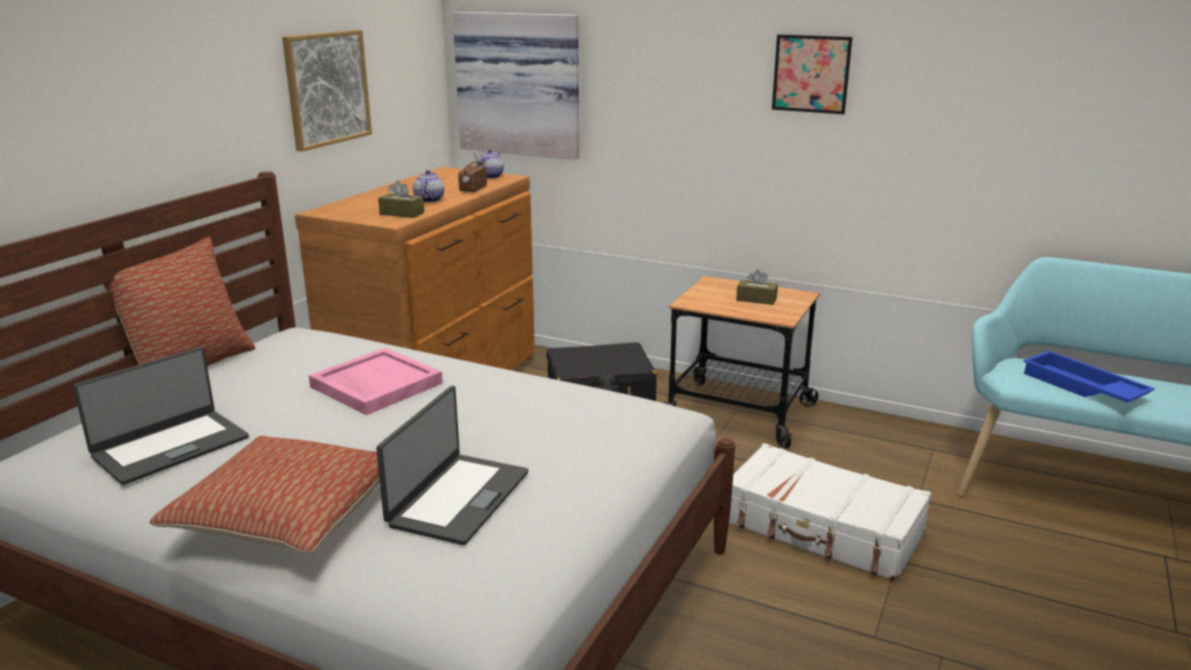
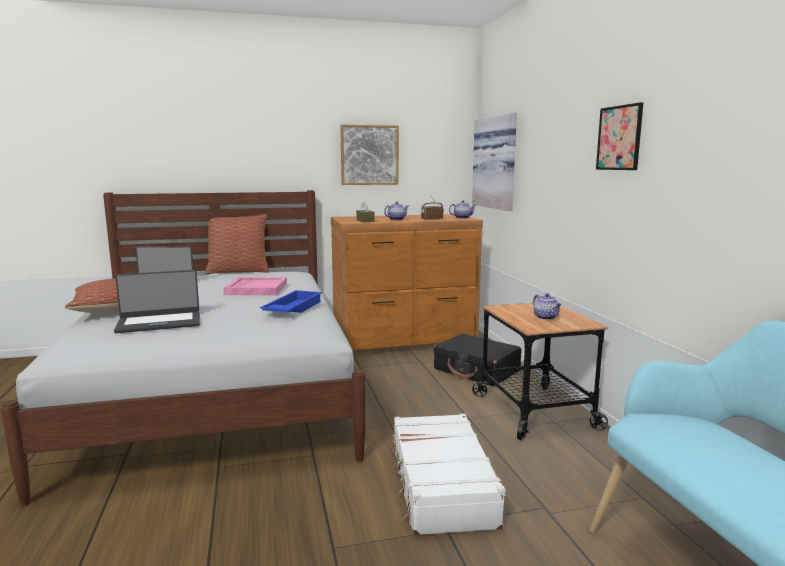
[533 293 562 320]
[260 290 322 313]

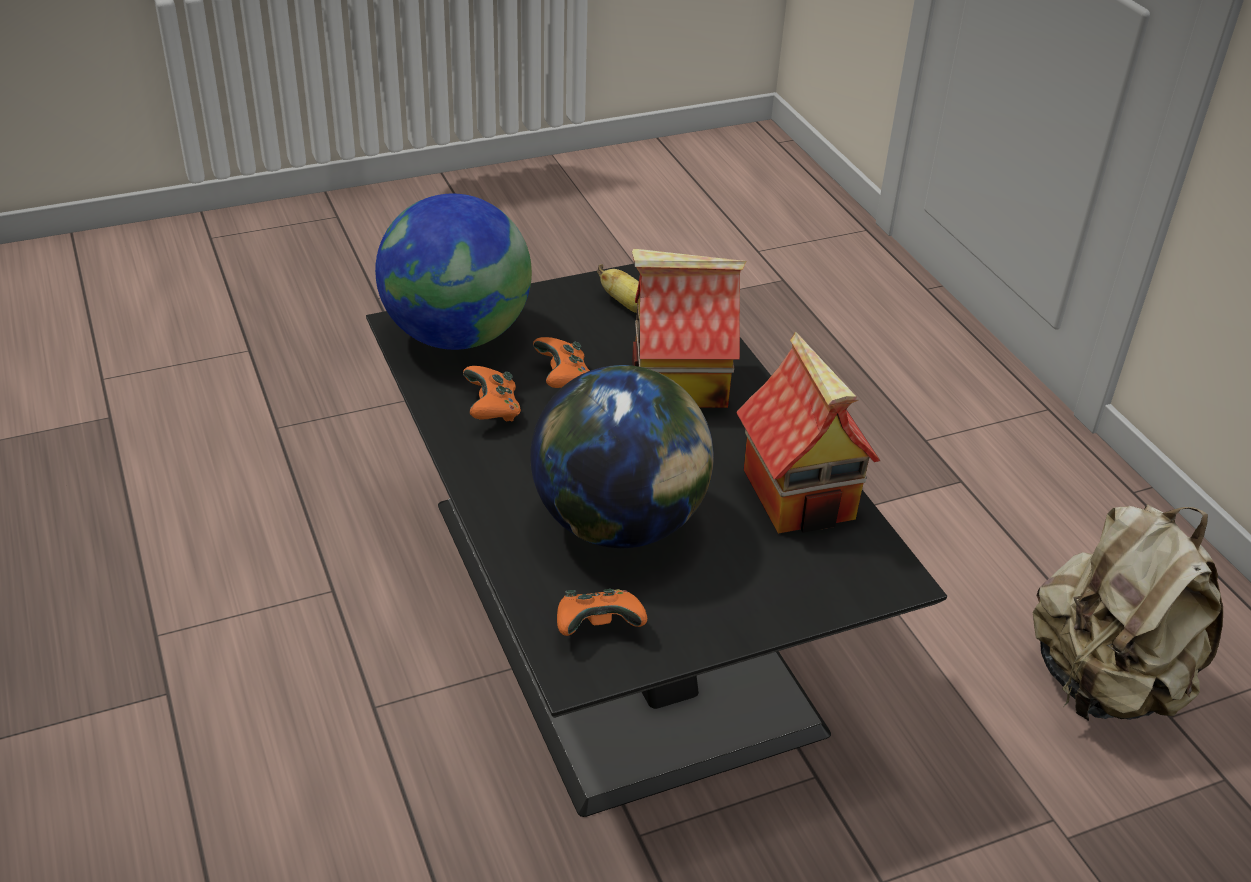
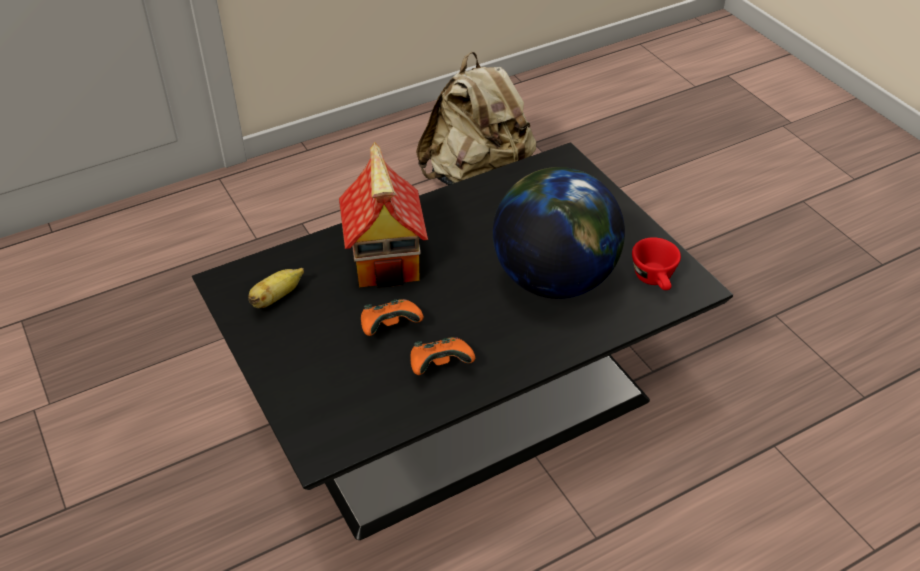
[375 194 532 350] (first image)
[736 331 880 534] (first image)
[632 237 681 290]

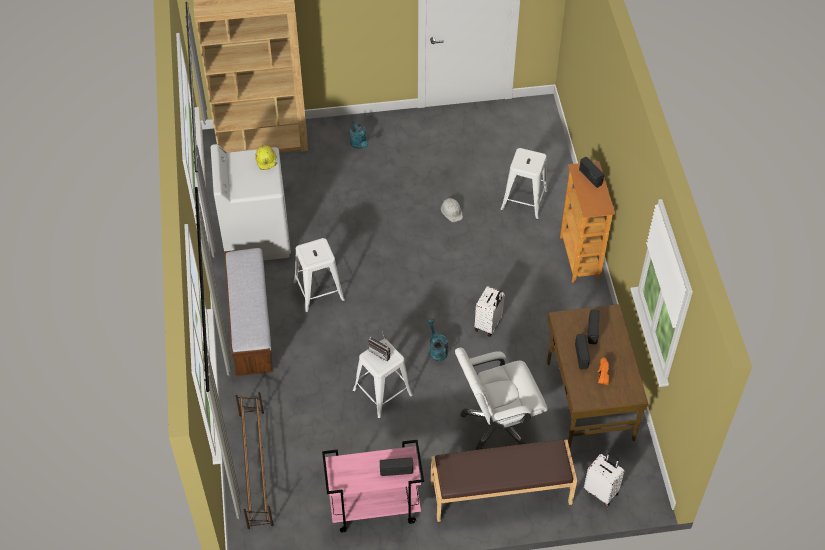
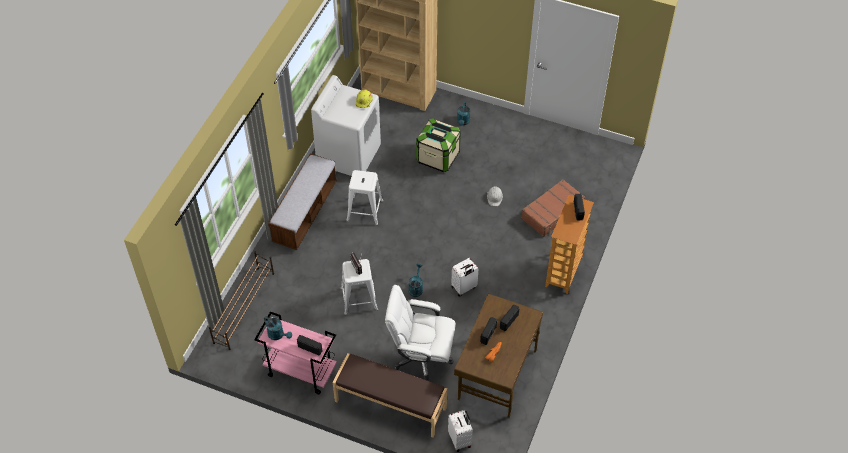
[521 179 585 237]
[416 118 461 172]
[264 316 292 340]

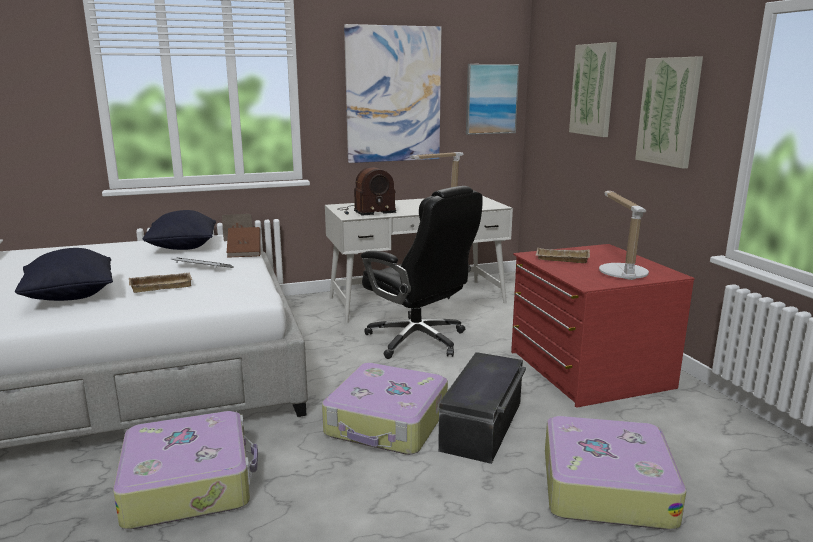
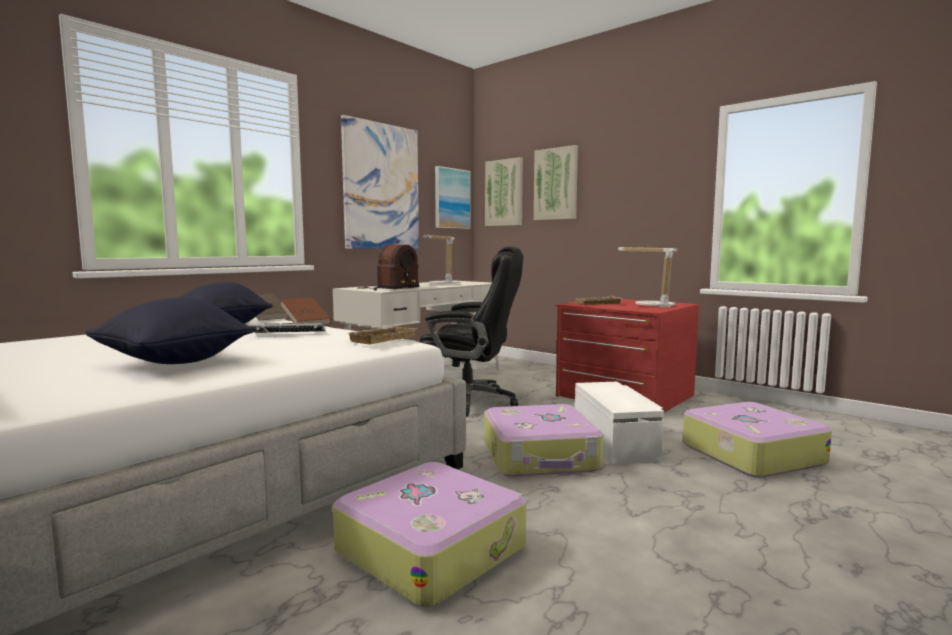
[485 157 523 226]
[349 327 418 344]
[575 382 664 464]

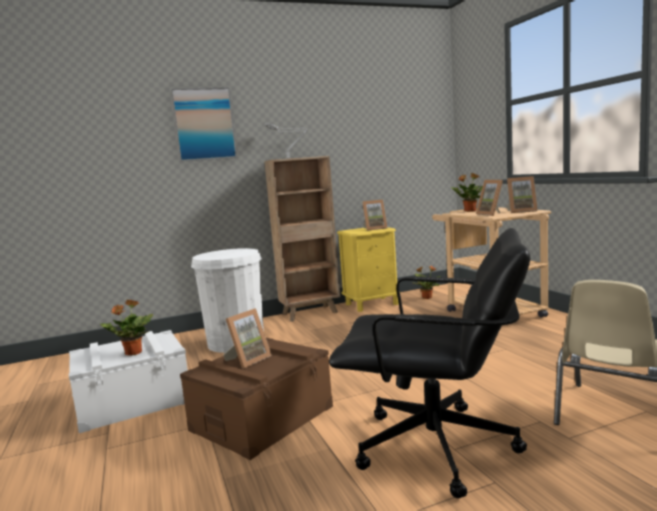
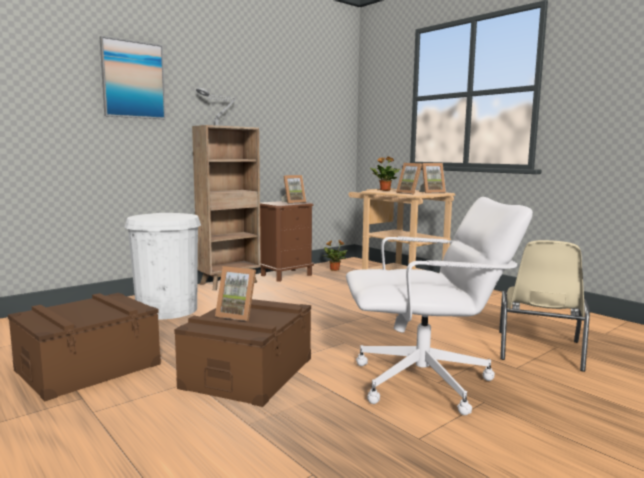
[260 201 314 282]
[346 197 533 415]
[100 300 153 356] (first image)
[215 266 256 321]
[8 293 161 402]

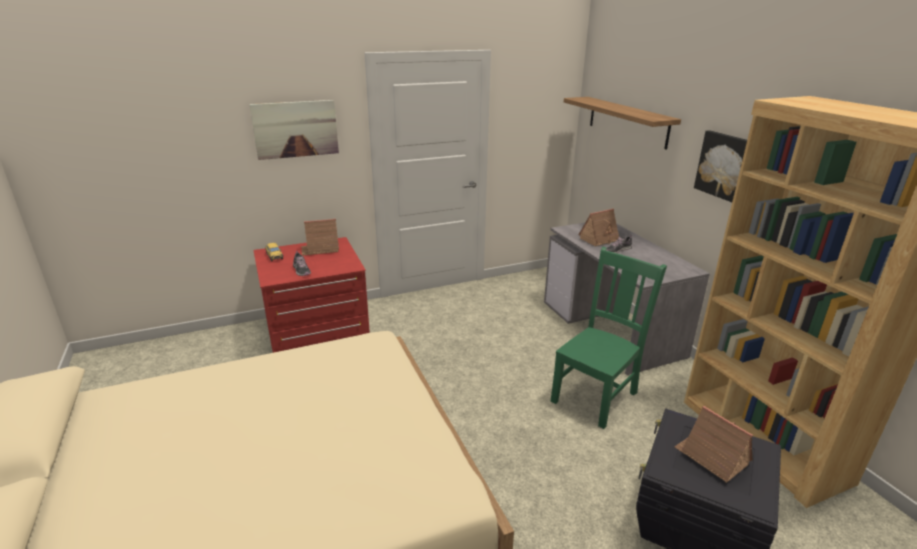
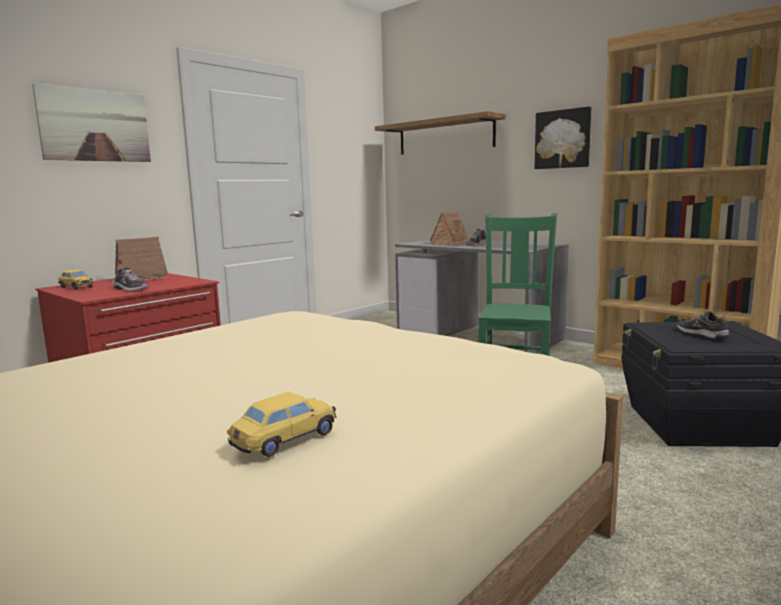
[677 311 730 340]
[227 392 336 457]

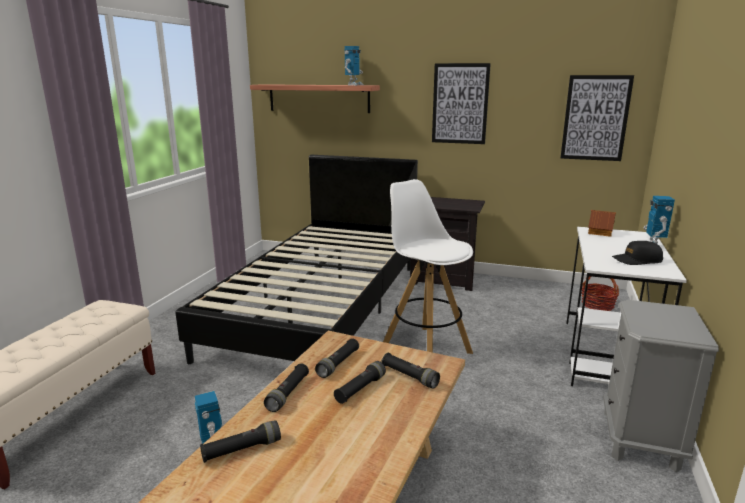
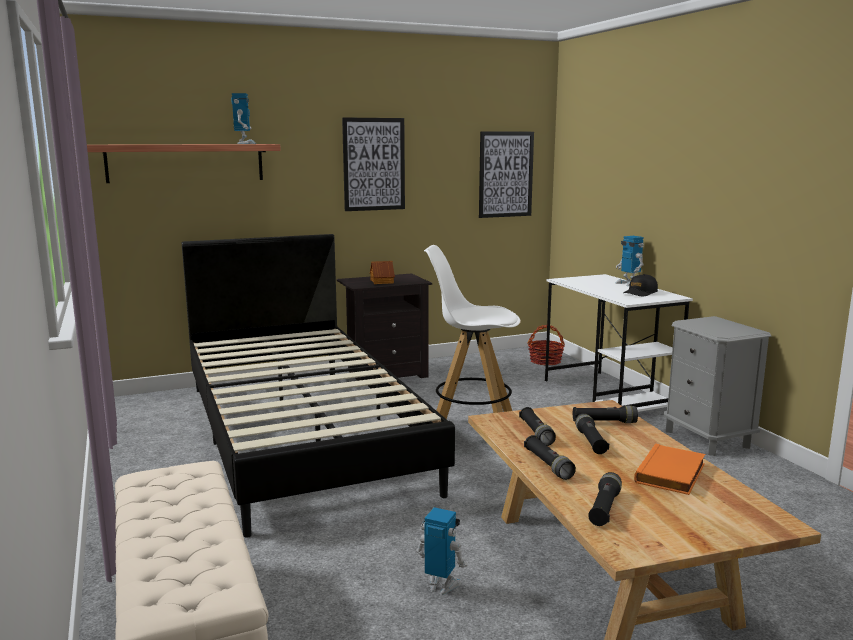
[370 261 395 284]
[634 444 705 495]

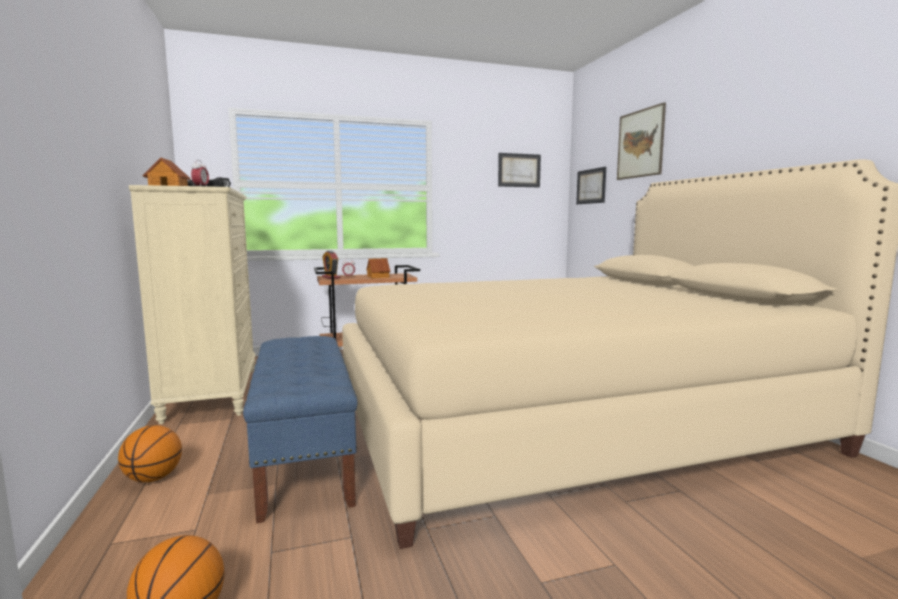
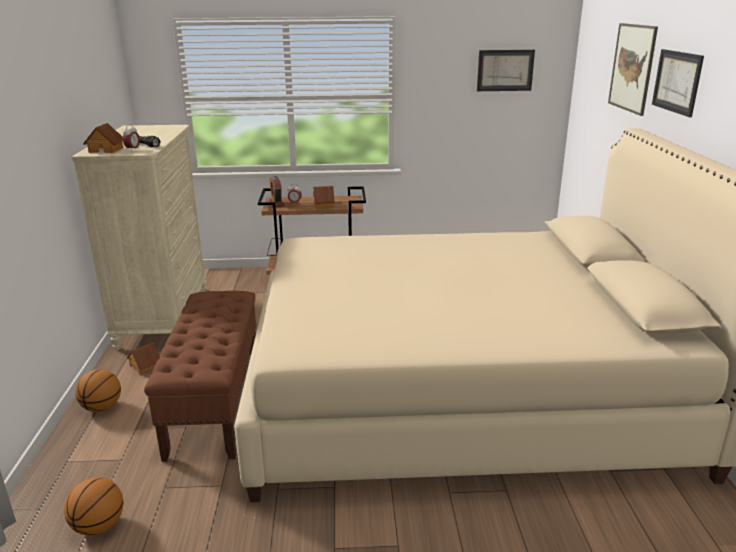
[652 49 704 117]
[144 291 256 462]
[127 342 160 375]

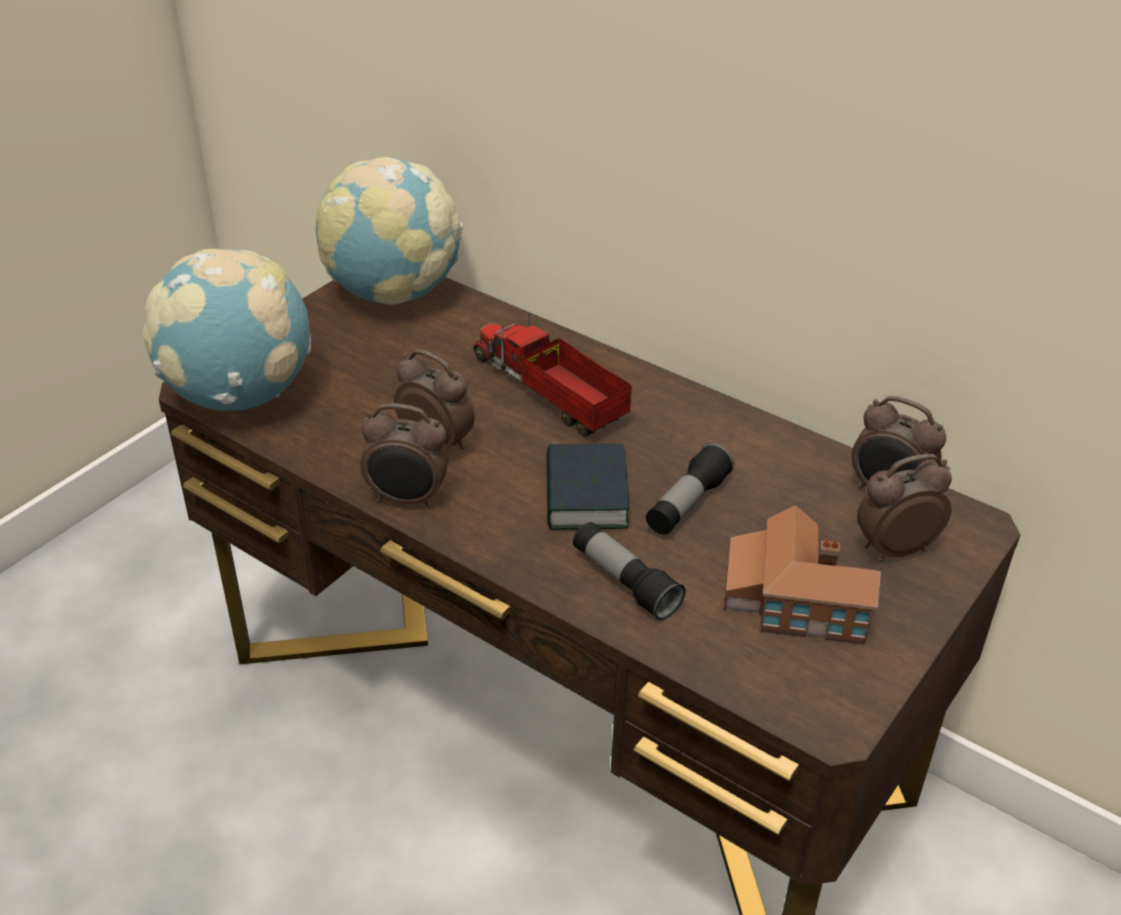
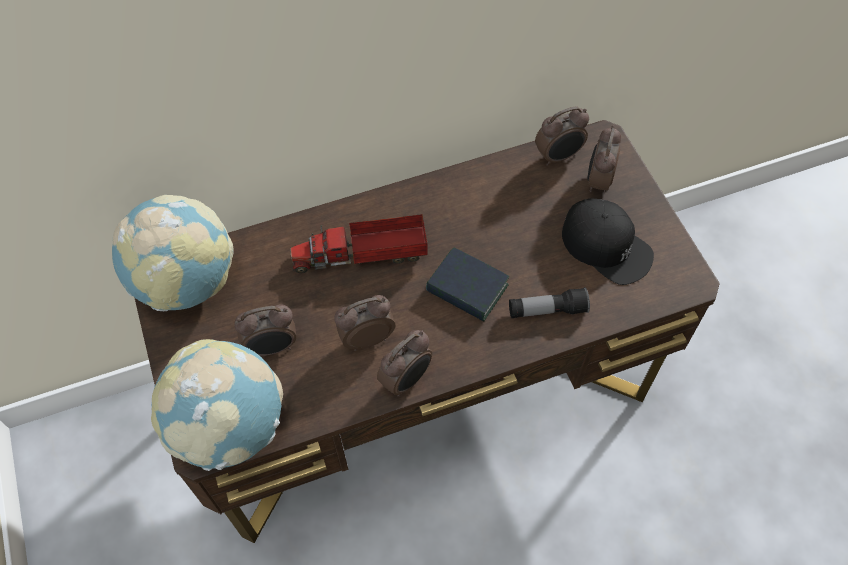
[646 443 734 535] (first image)
[562 199 654 285]
[234 304 296 356]

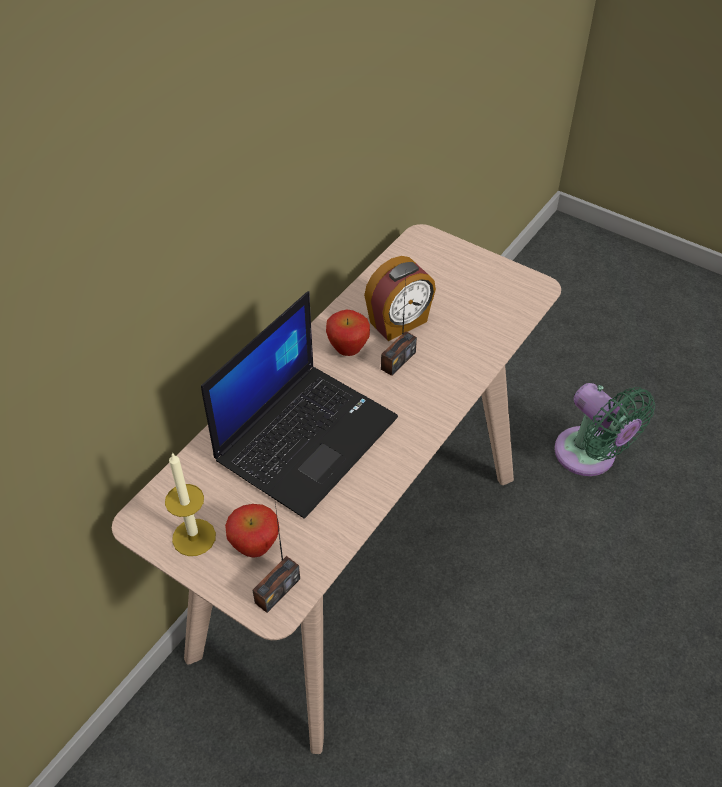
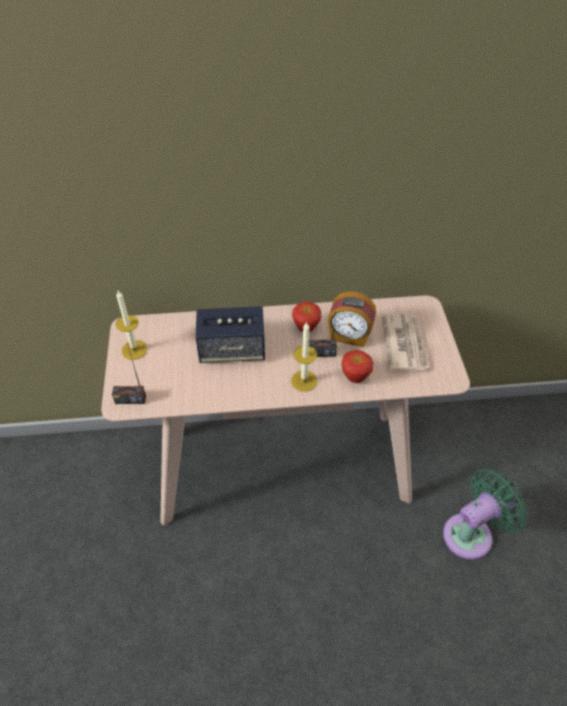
[195 306 265 363]
[443 468 528 560]
[341 350 373 383]
[382 314 430 371]
[291 322 317 392]

